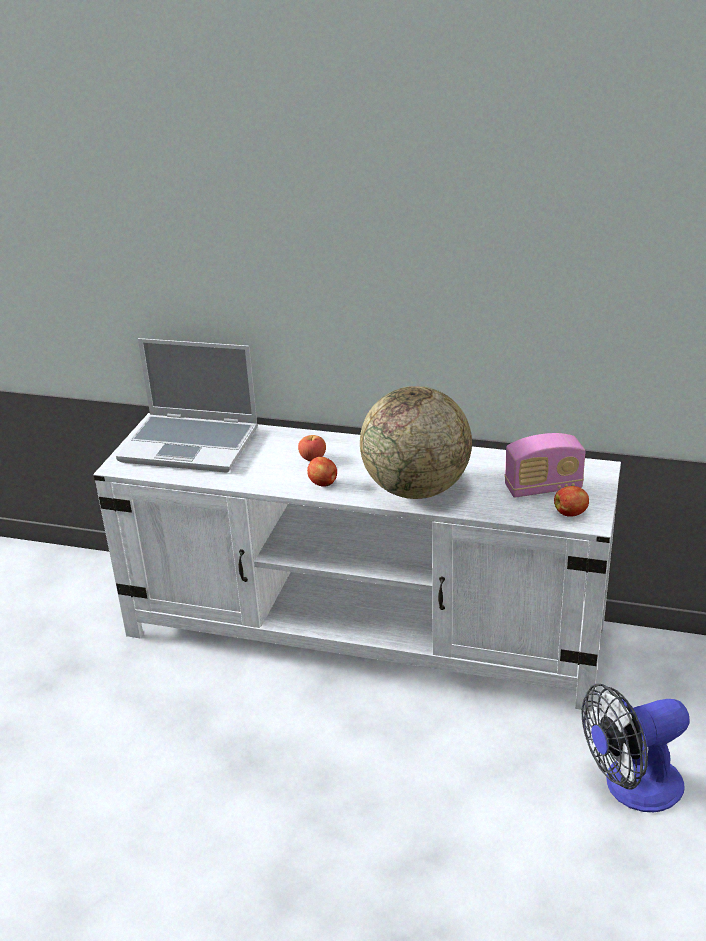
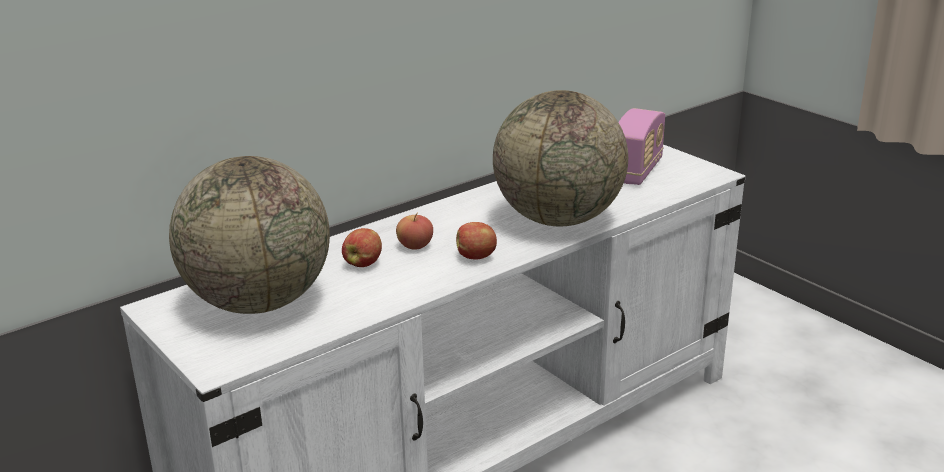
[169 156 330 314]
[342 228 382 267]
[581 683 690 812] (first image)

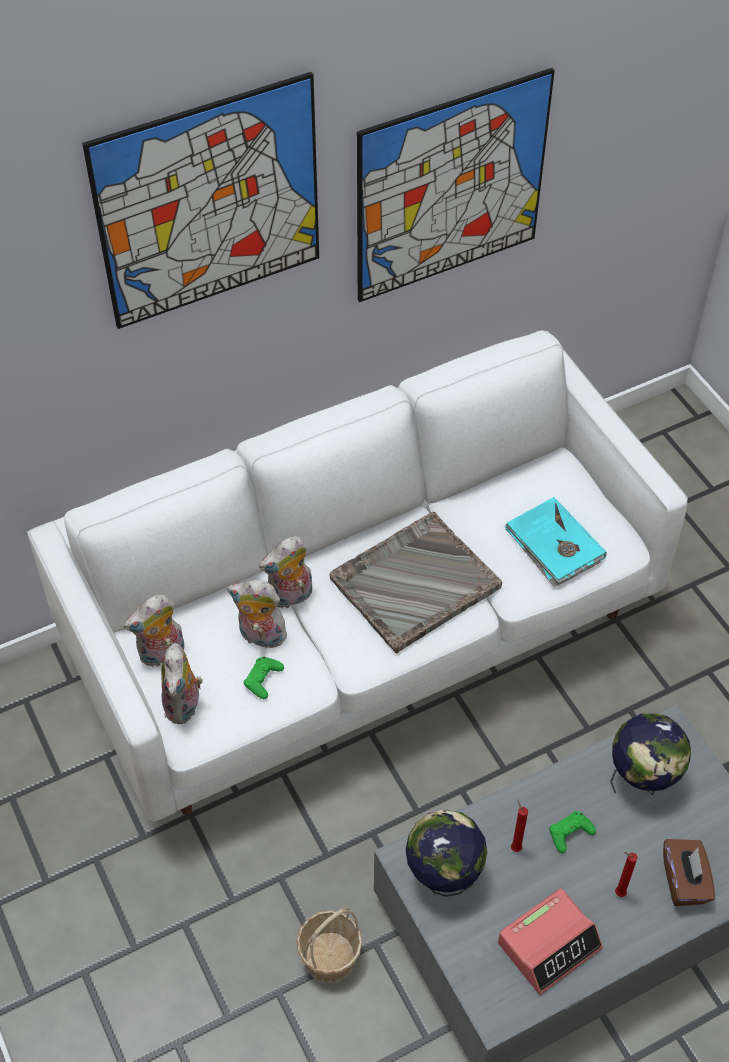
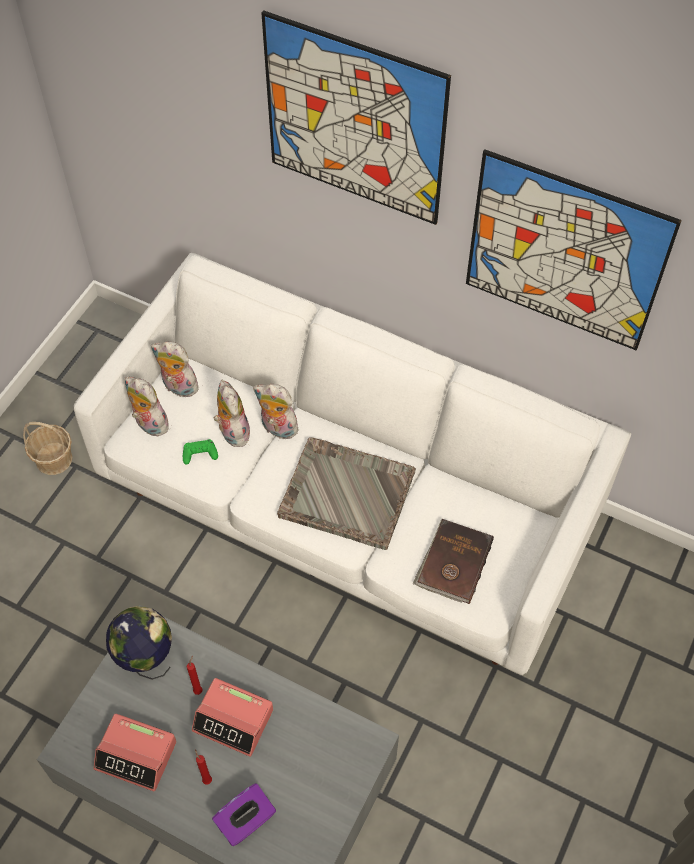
[412 519 494 604]
[125 377 170 436]
[610 714 691 795] (first image)
[192 678 273 757]
[212 783 276 846]
[23 422 73 475]

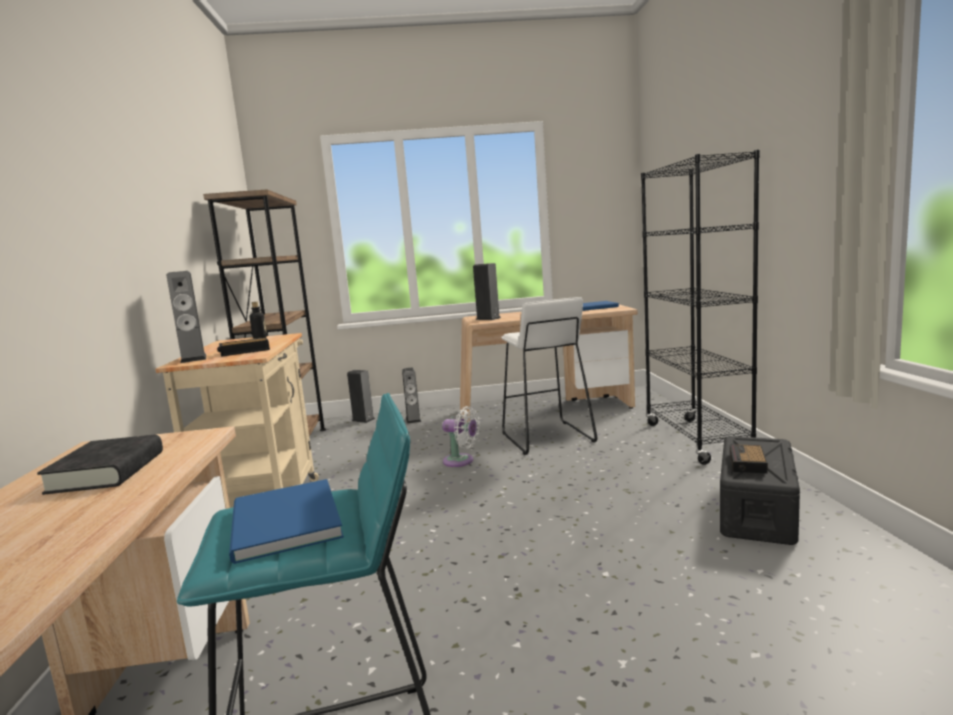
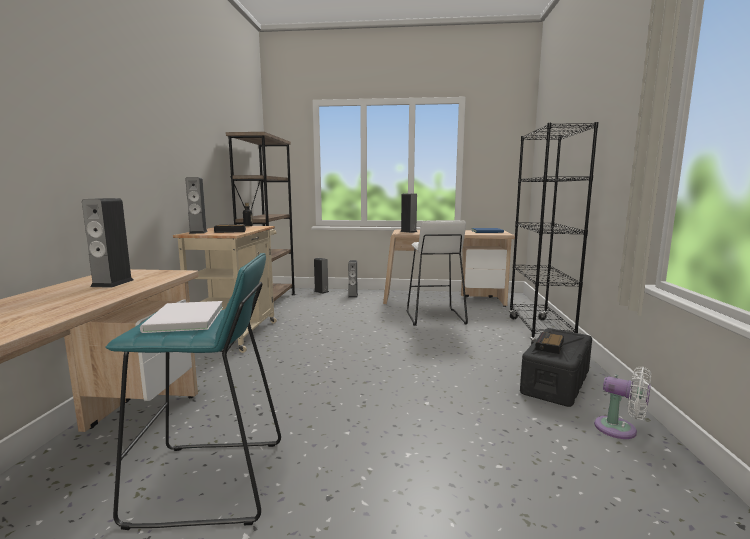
[594 367 651 439]
[82 198 134 288]
[140 301 223 333]

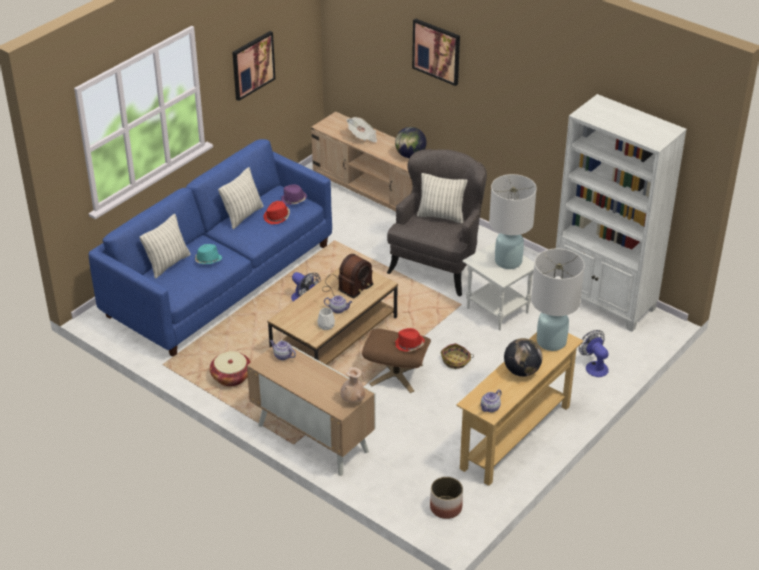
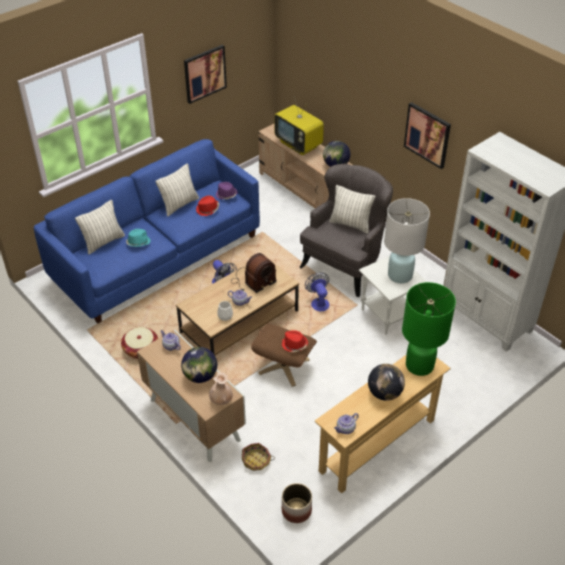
[404 102 451 169]
[274 96 324 155]
[402 282 456 376]
[305 272 329 311]
[242 443 275 471]
[181 347 217 383]

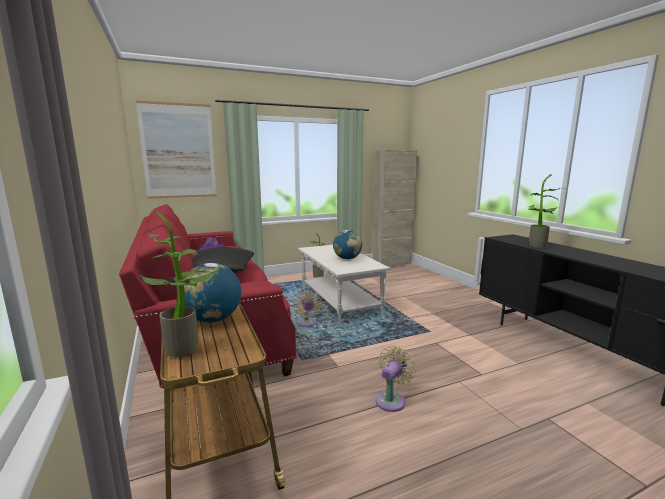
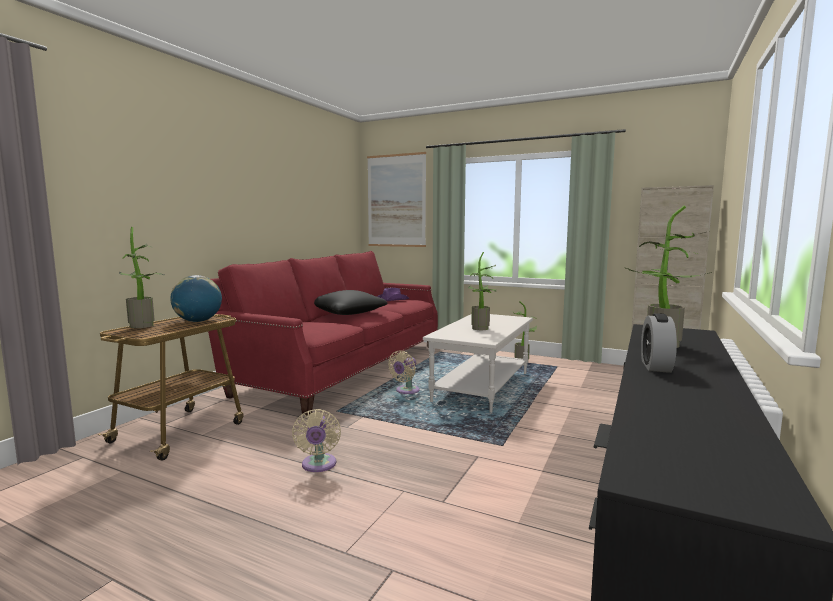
[468 252 496 330]
[292 409 341 472]
[641 313 677 373]

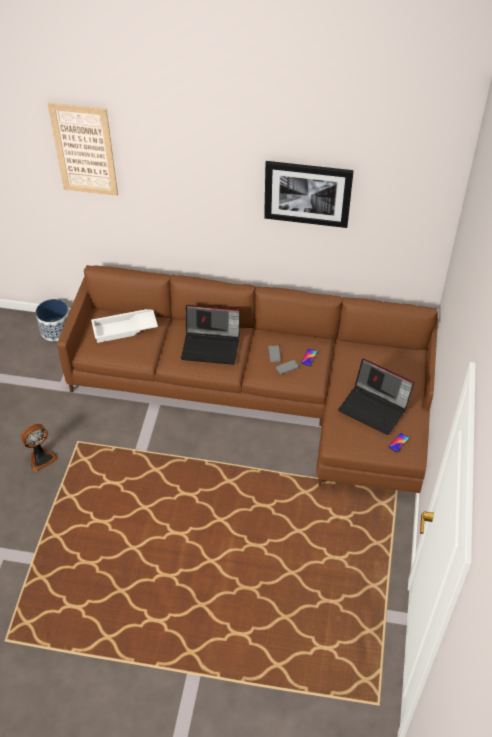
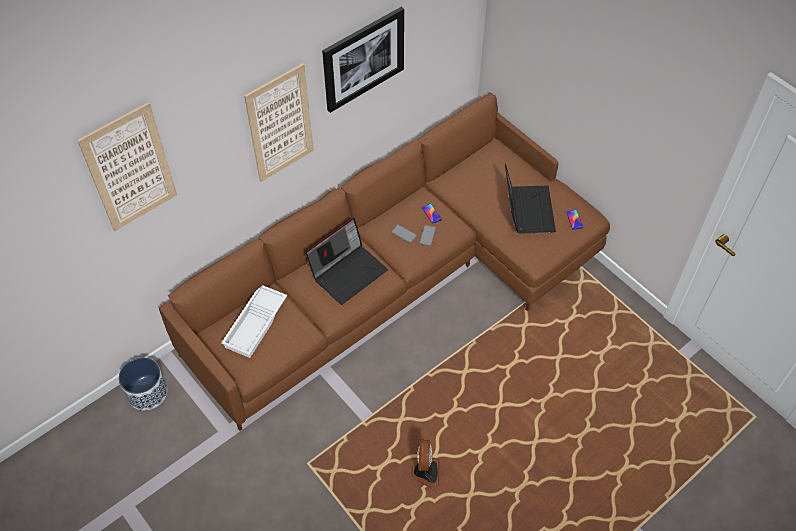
[505 163 556 234]
[412 439 440 488]
[244 63 314 182]

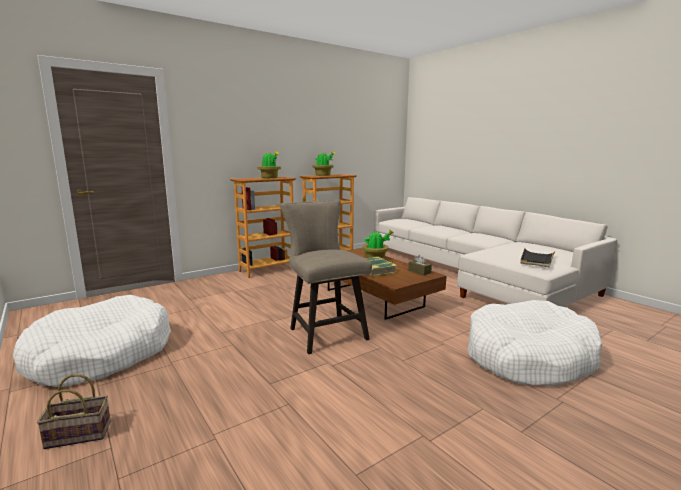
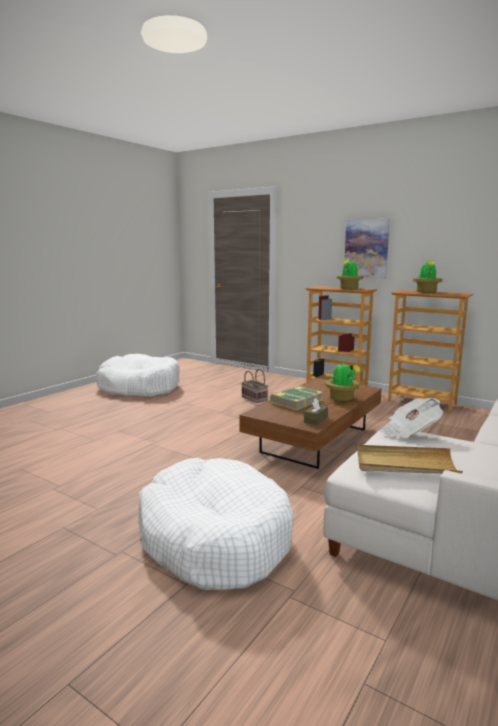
[280 200 372 354] (first image)
[357 445 463 474]
[241 369 268 403]
[344 219 390 279]
[380 398 443 439]

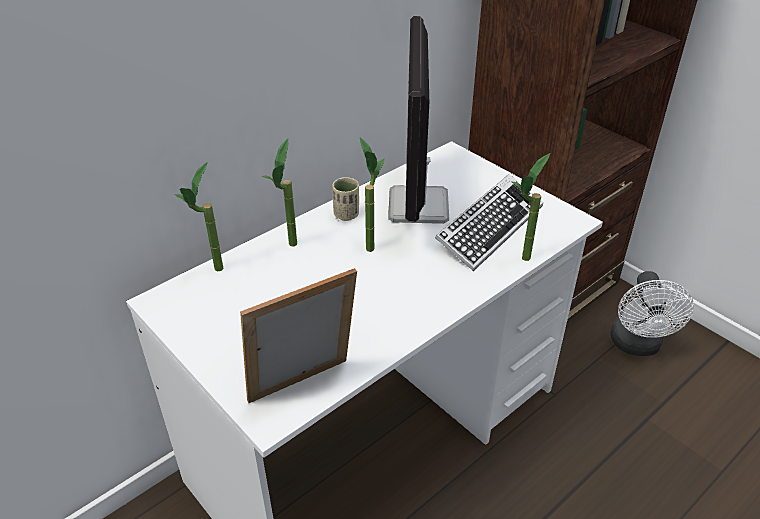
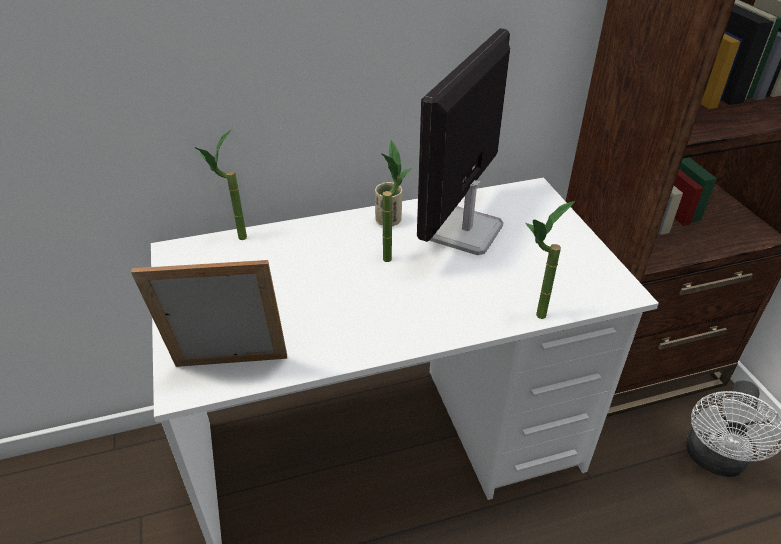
[262 138 297 247] (first image)
[435 174 543 271] (first image)

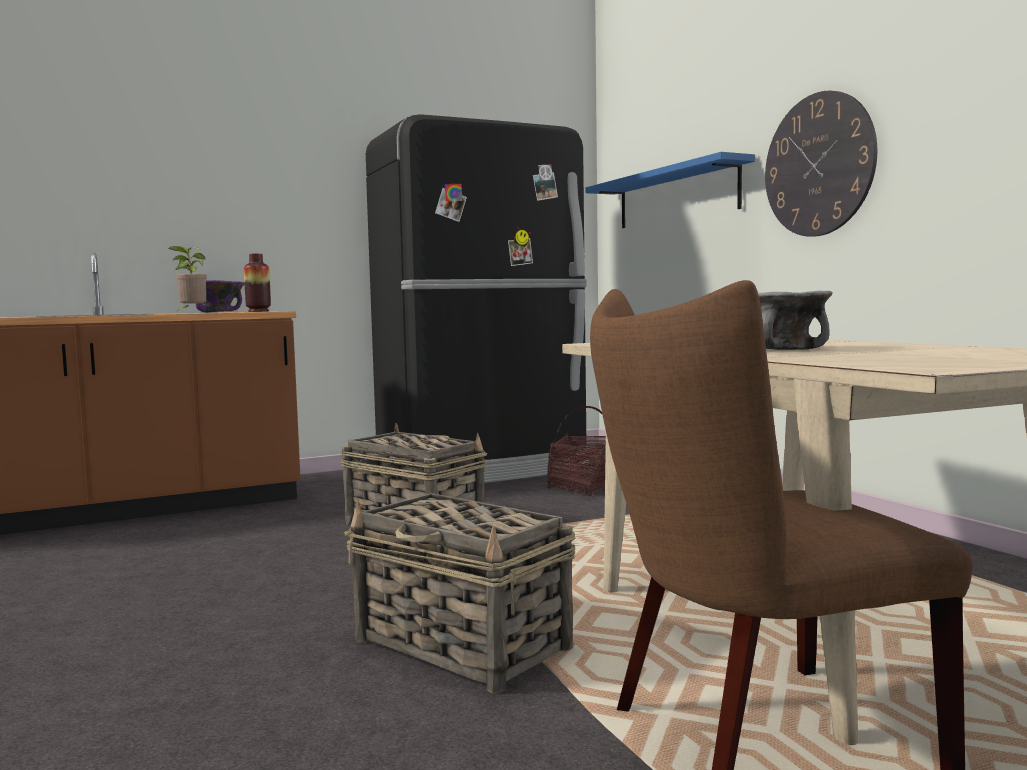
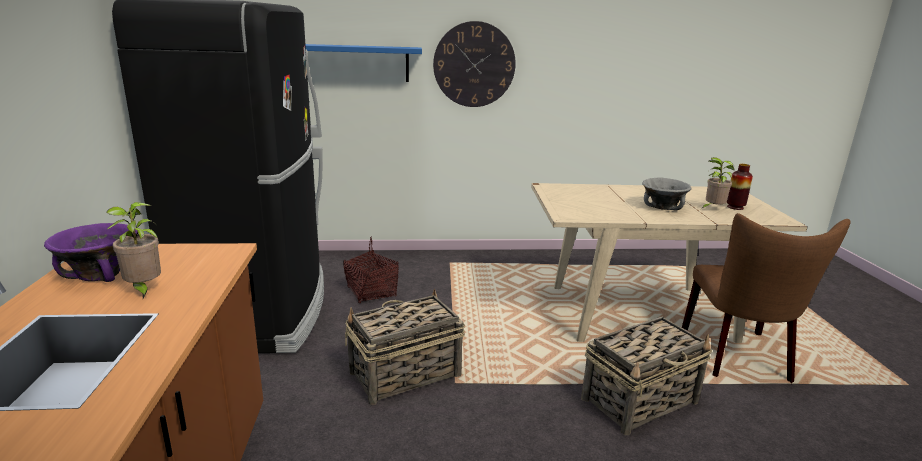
[727 164 753 210]
[701 157 734 209]

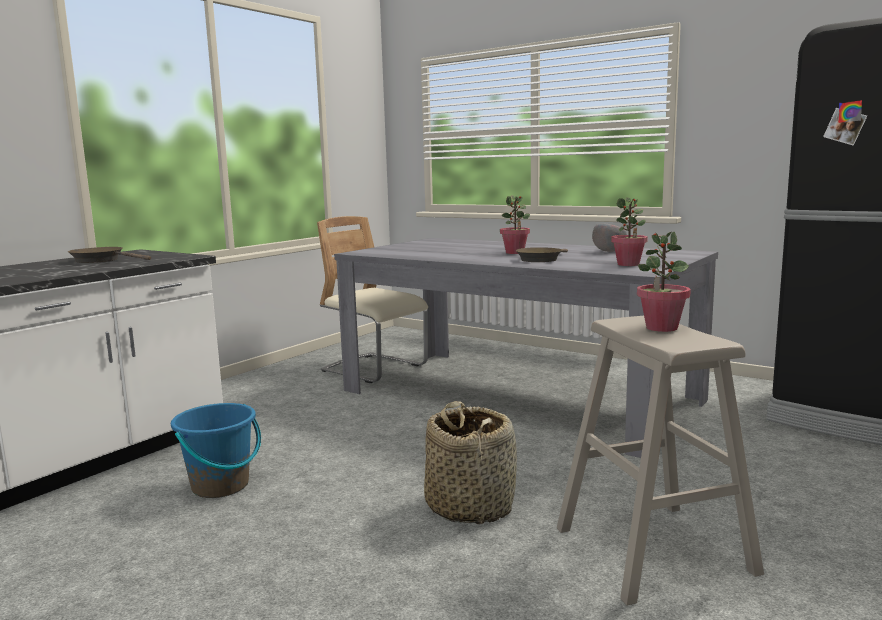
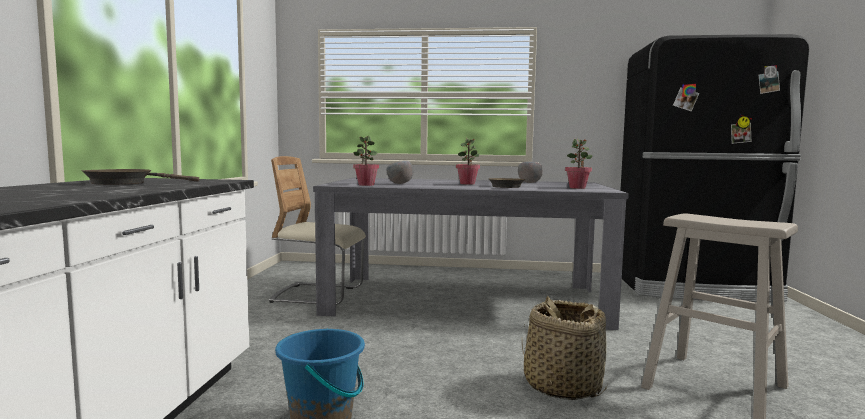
[353 136 379 186]
[387 161 414 184]

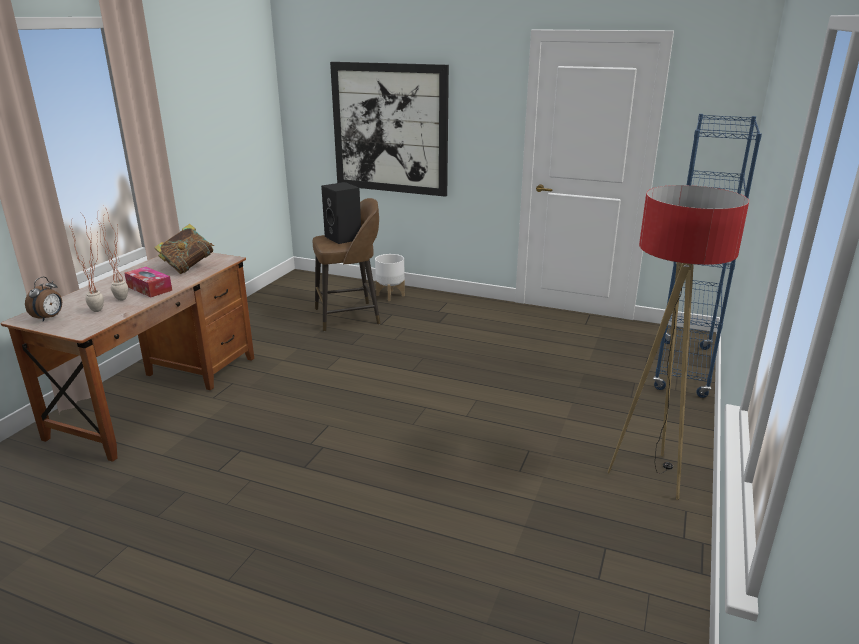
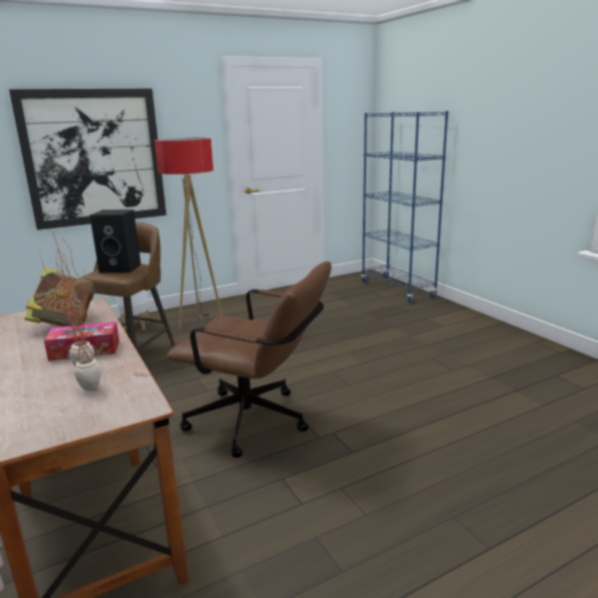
[155 137 223 328]
[25 277 62 322] (first image)
[167 261 331 458]

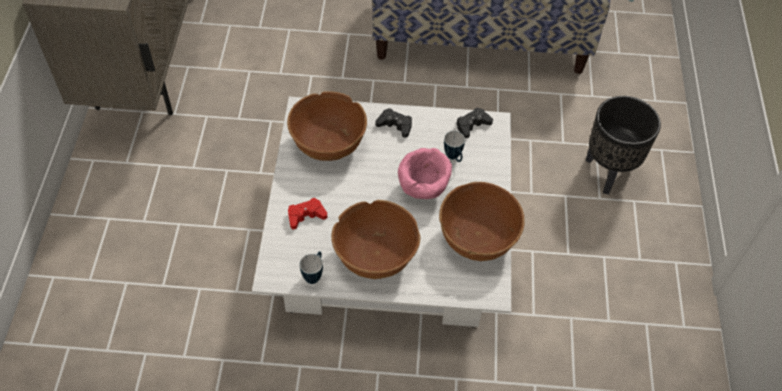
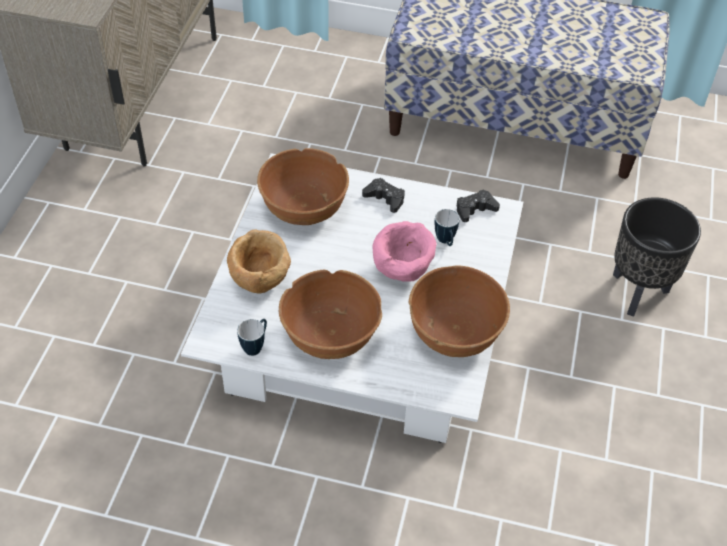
[227 229 291 294]

